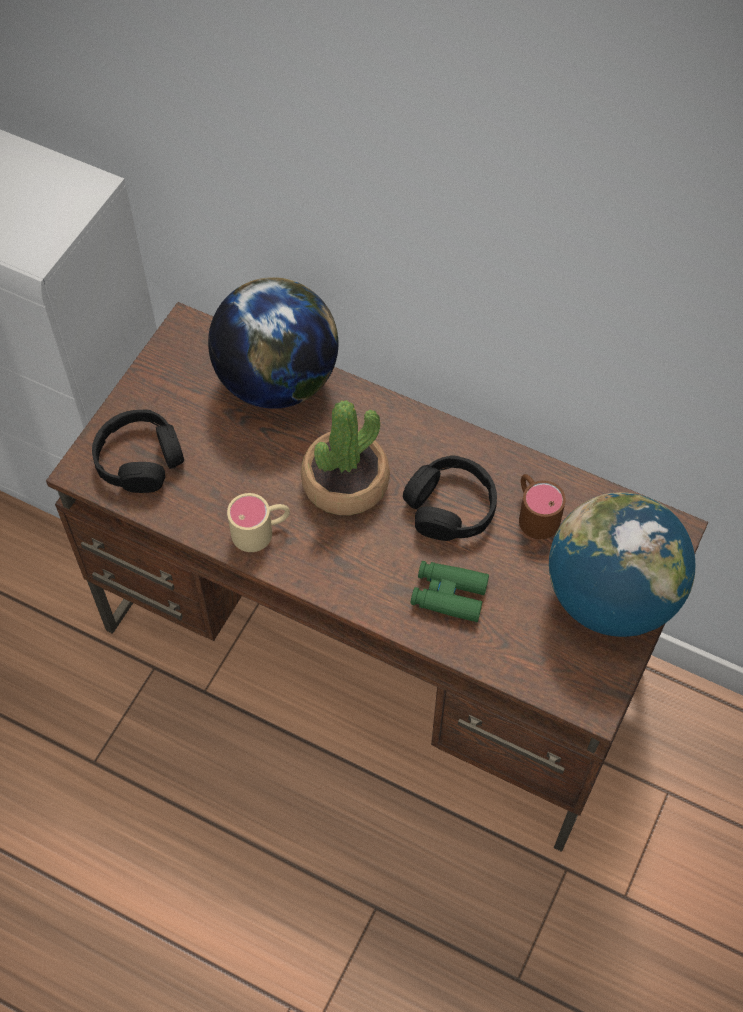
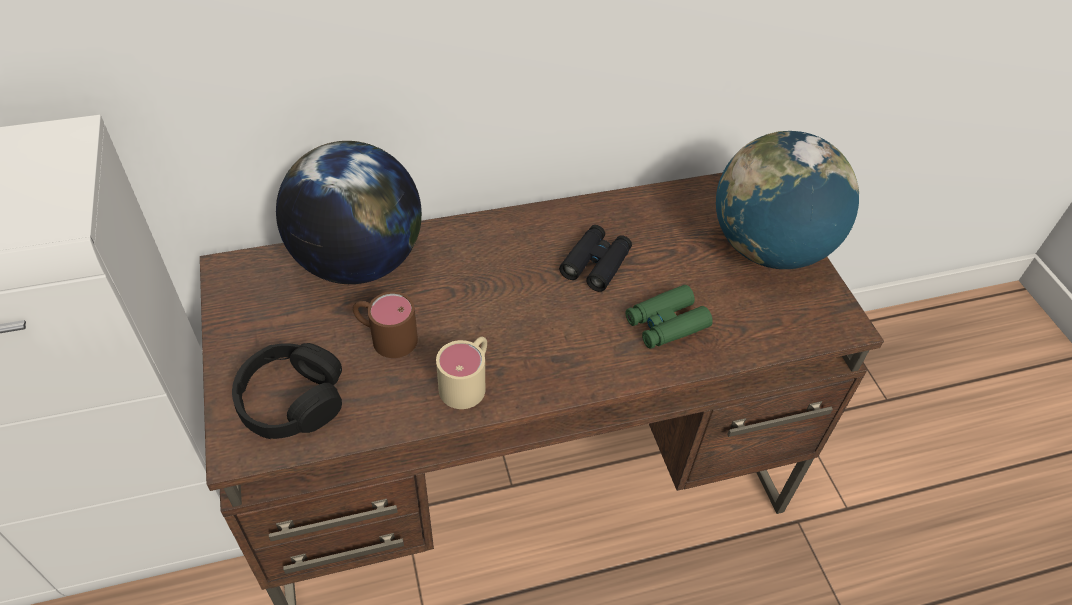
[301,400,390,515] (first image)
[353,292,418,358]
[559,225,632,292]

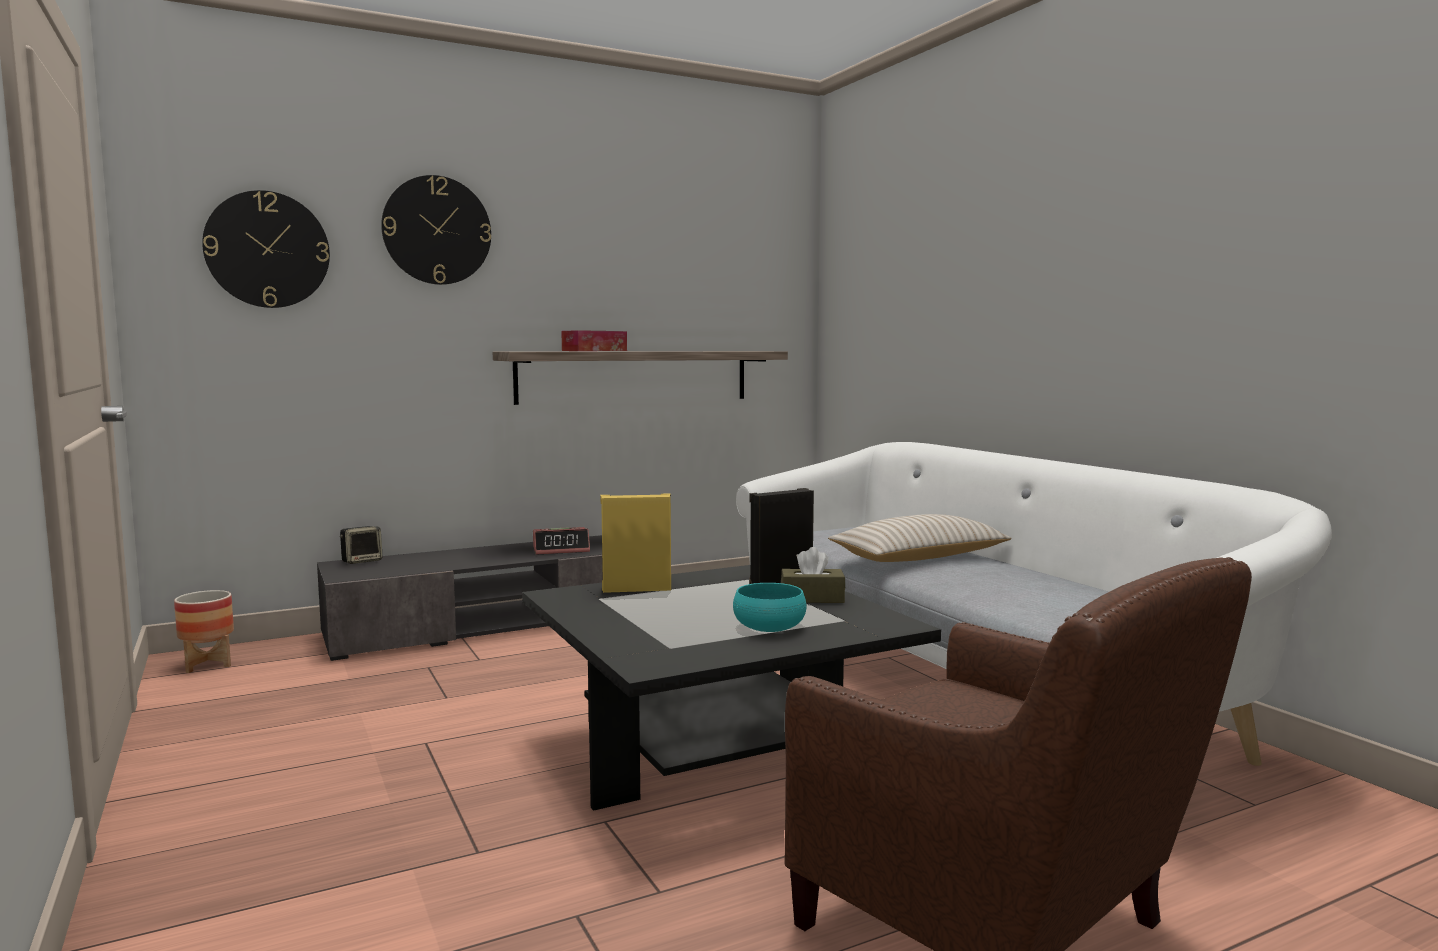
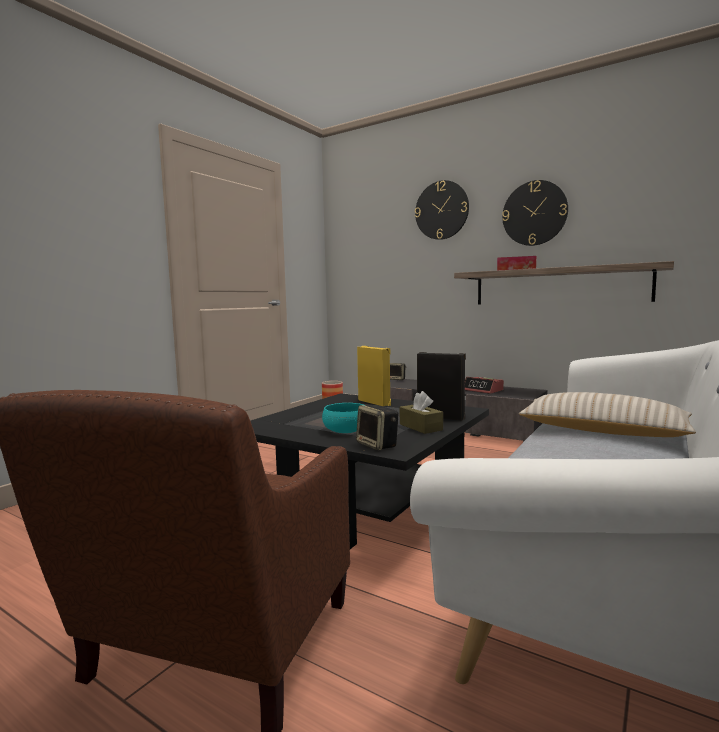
[356,405,398,450]
[502,180,568,246]

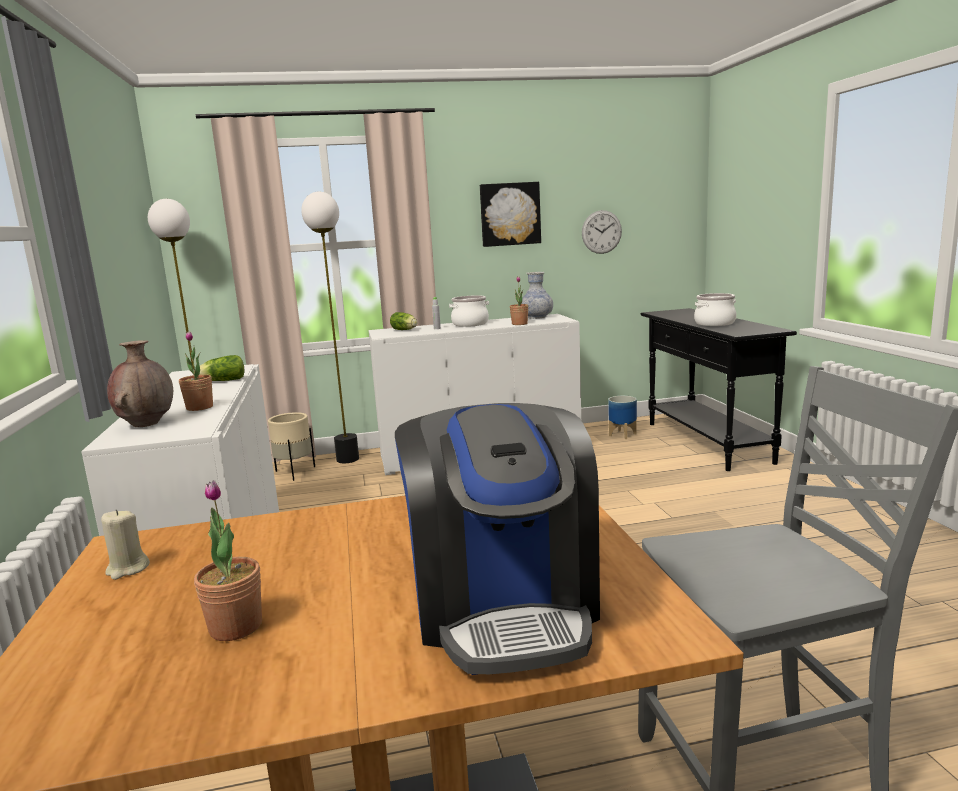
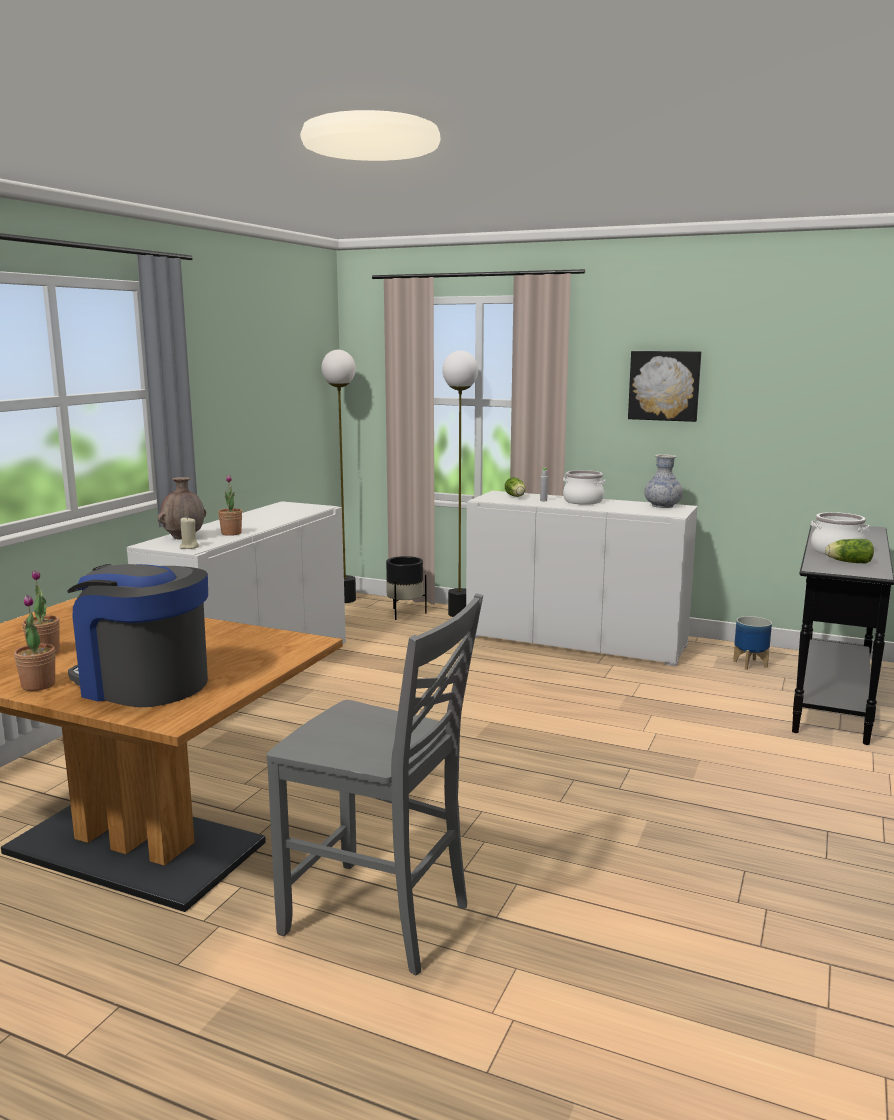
[582,210,622,254] (first image)
[180,516,199,549]
[825,539,874,564]
[14,595,55,691]
[386,556,427,620]
[67,564,208,707]

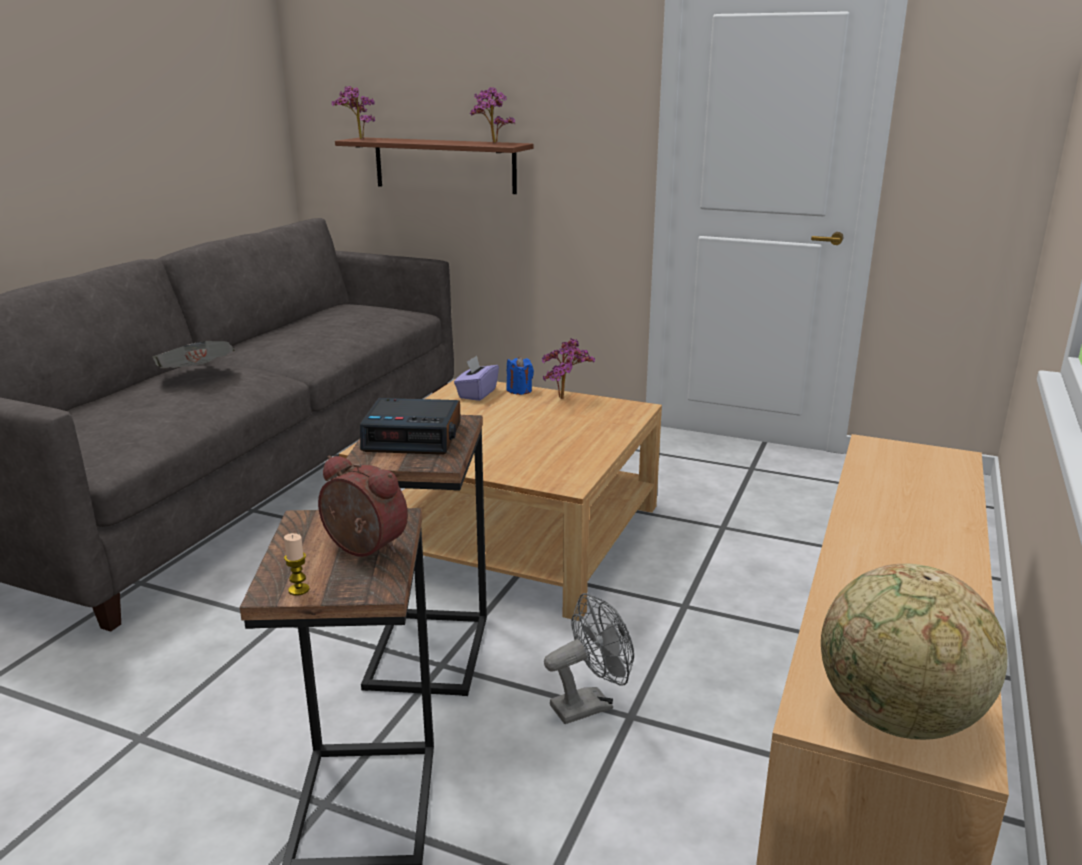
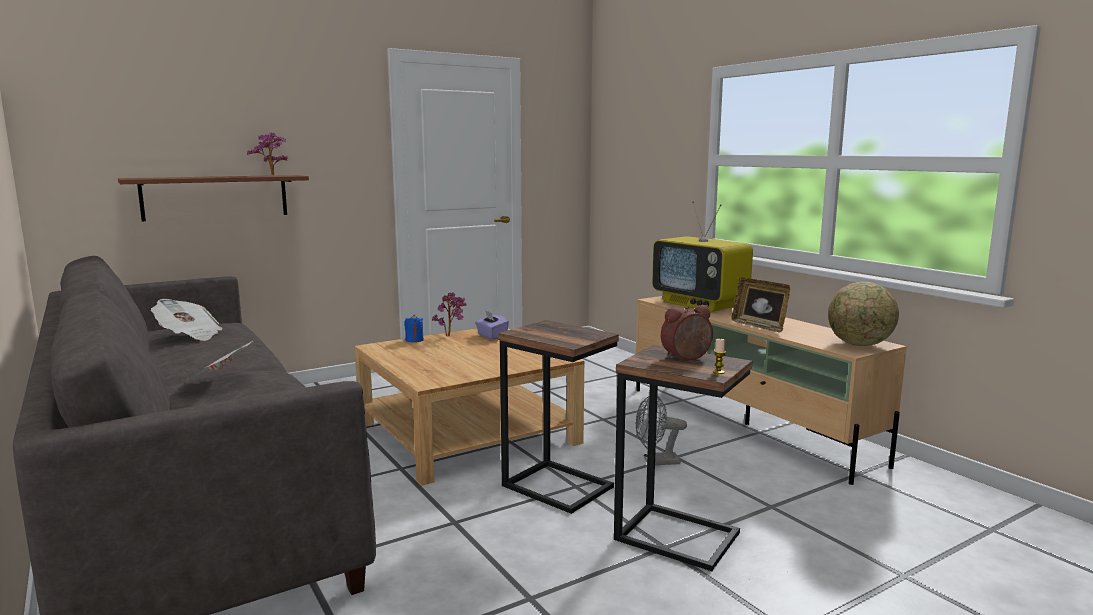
[332,86,375,139] (first image)
[360,398,461,455] (first image)
[151,299,223,341]
[652,201,753,312]
[731,277,790,332]
[475,310,509,340]
[636,395,687,465]

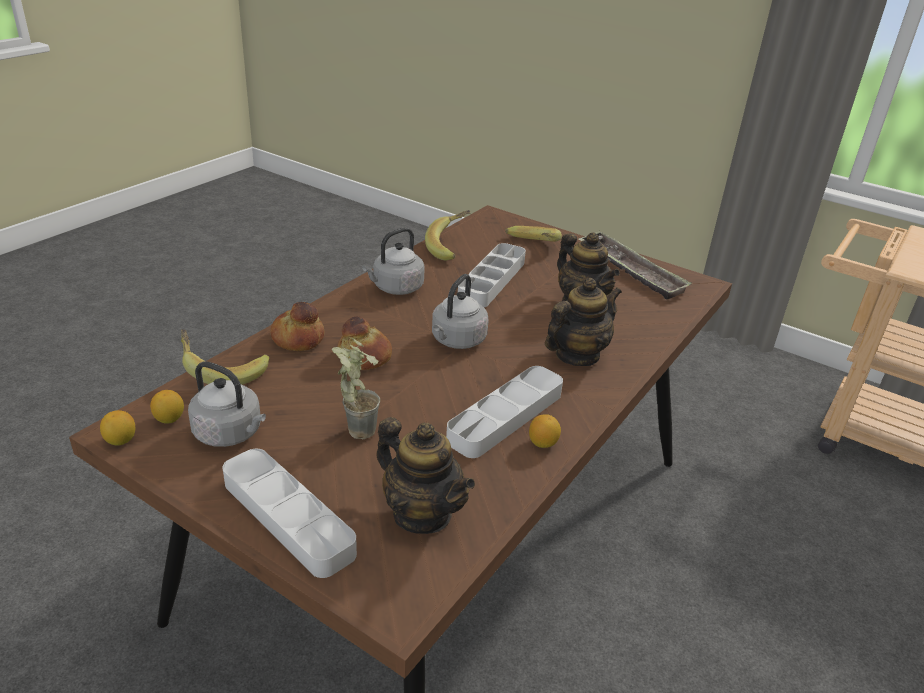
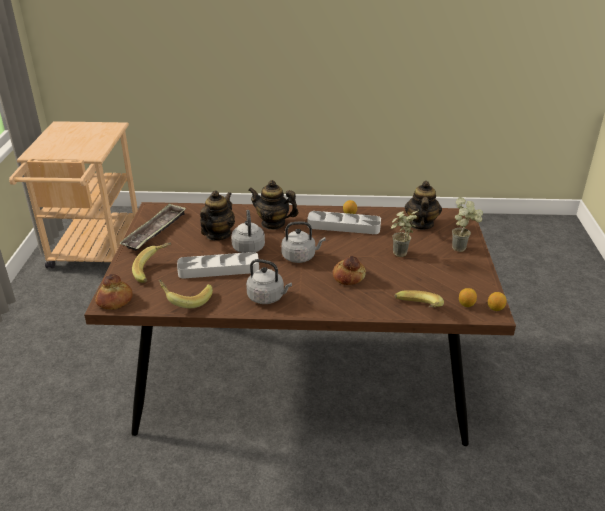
[231,210,265,253]
[95,274,133,310]
[452,197,483,252]

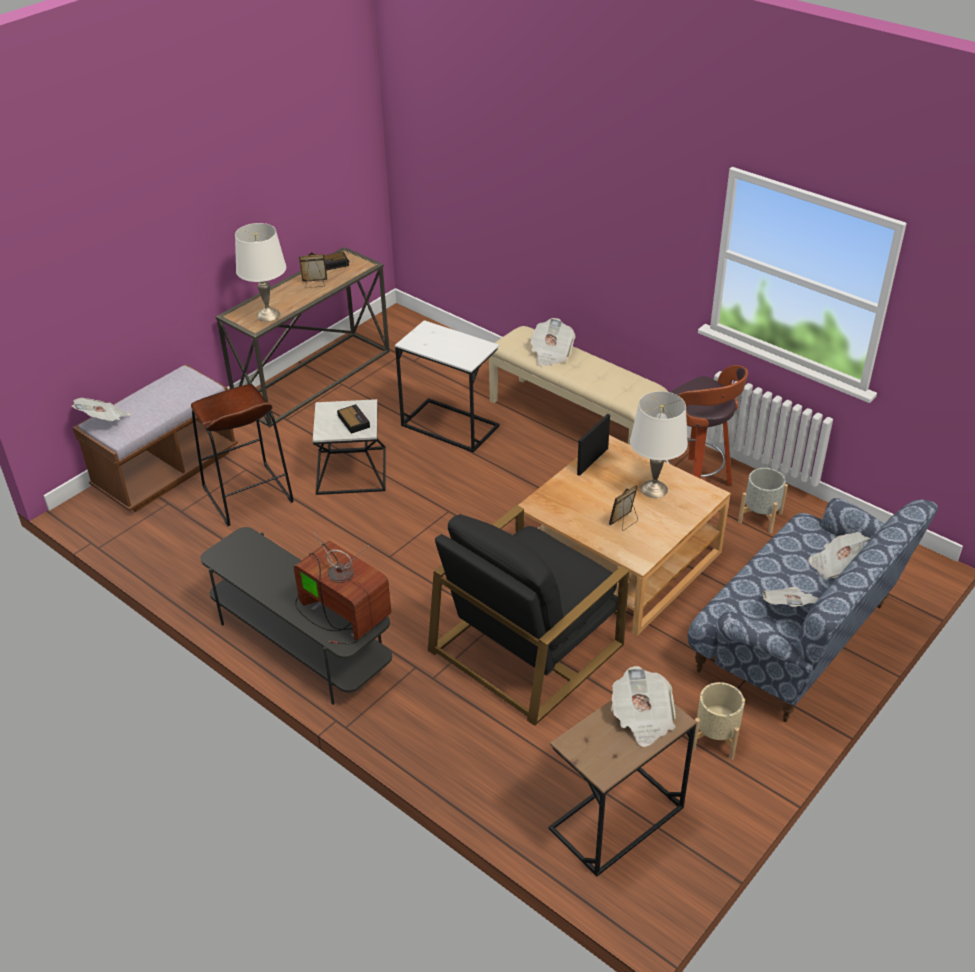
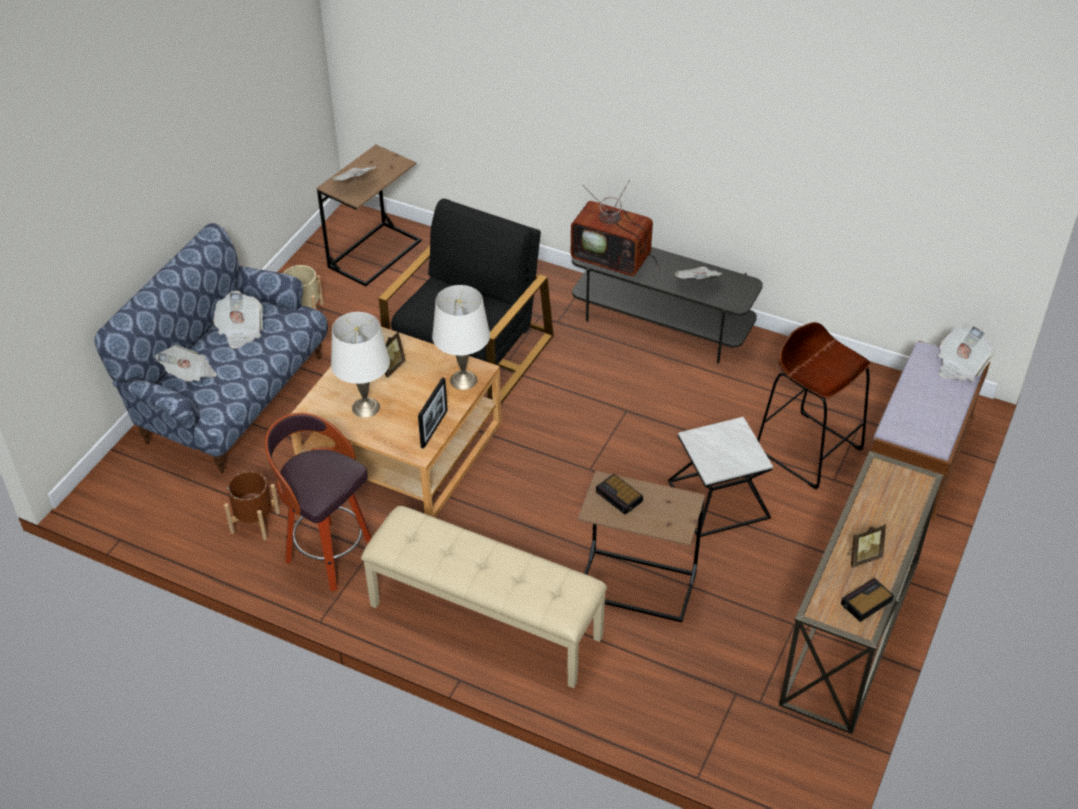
[432,285,490,390]
[596,474,643,515]
[675,267,722,279]
[578,470,705,622]
[224,471,280,540]

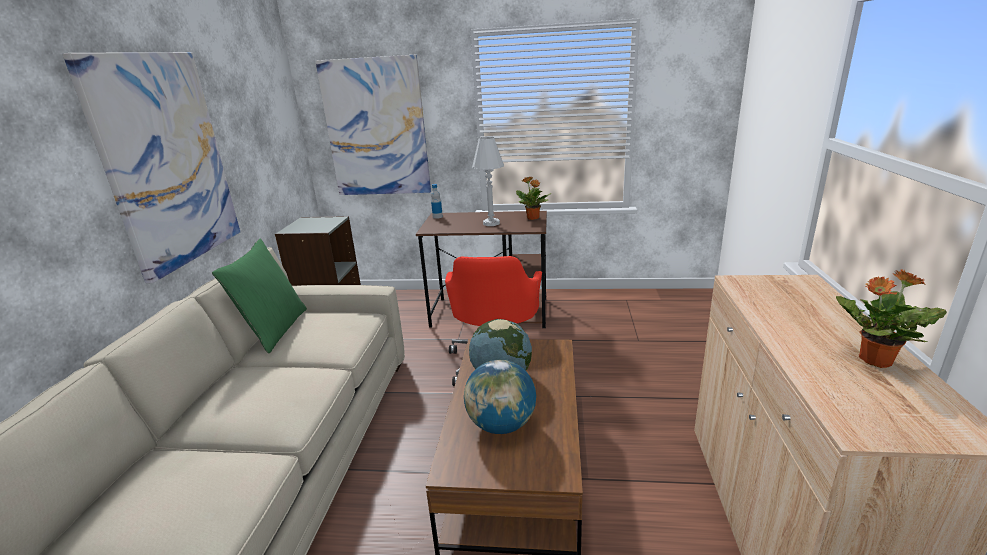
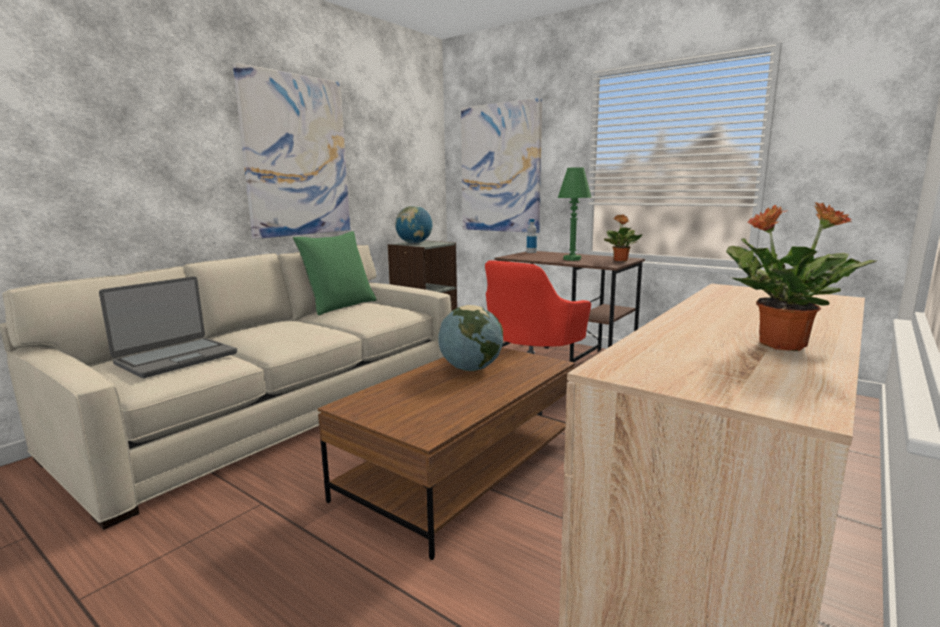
[99,276,237,378]
[395,206,433,243]
[558,167,591,261]

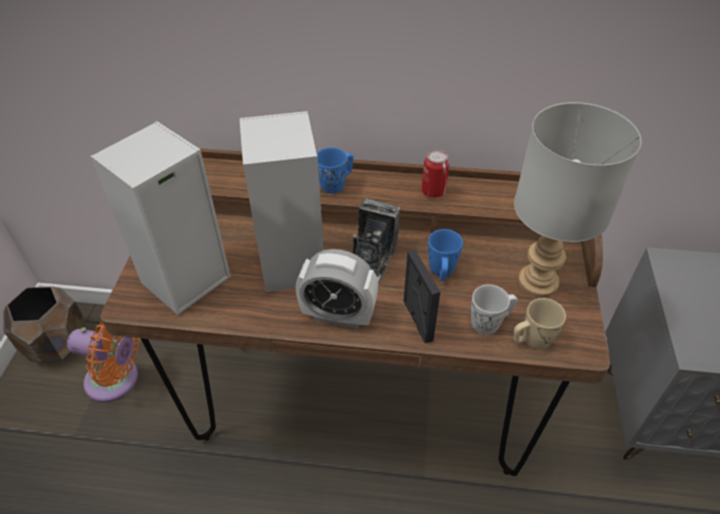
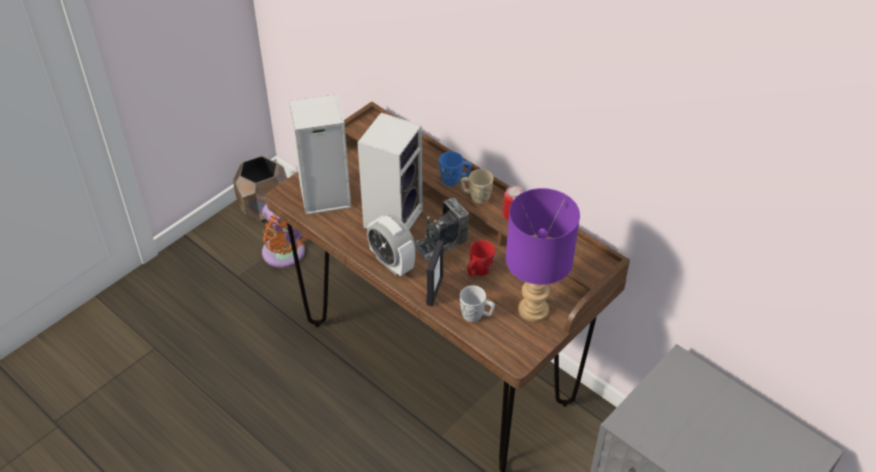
[460,169,494,204]
[467,240,495,276]
[506,188,580,322]

